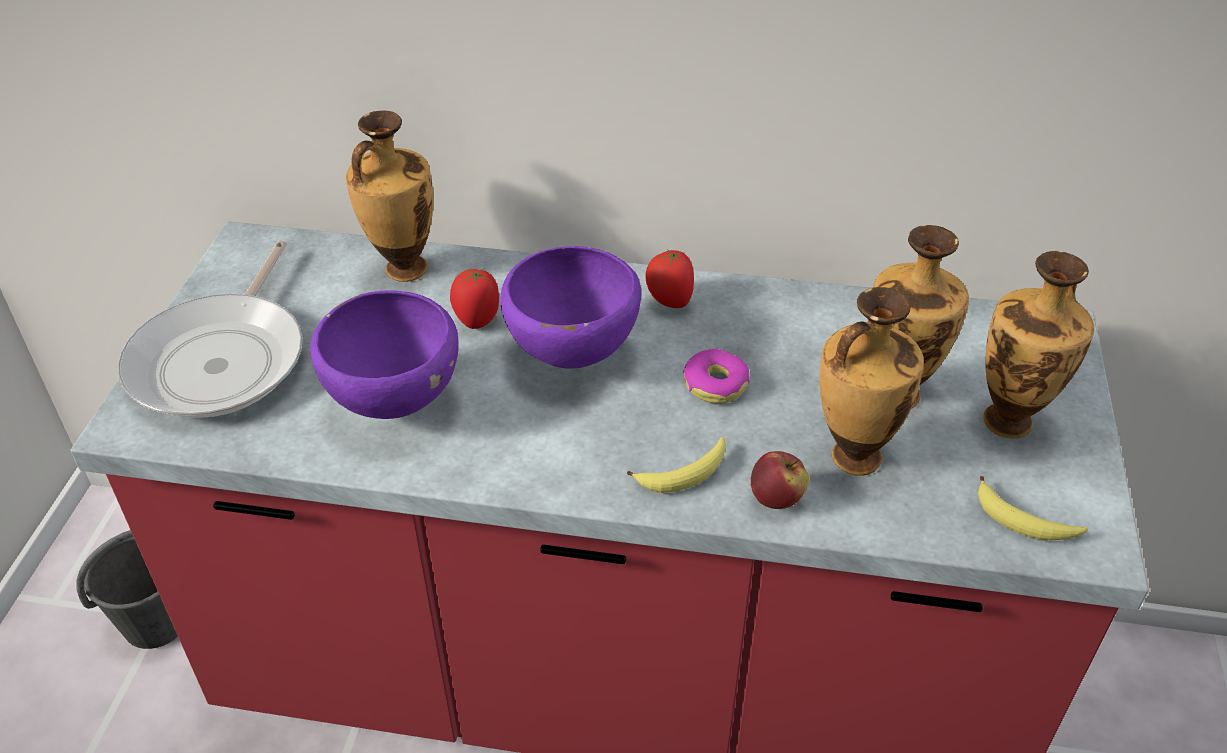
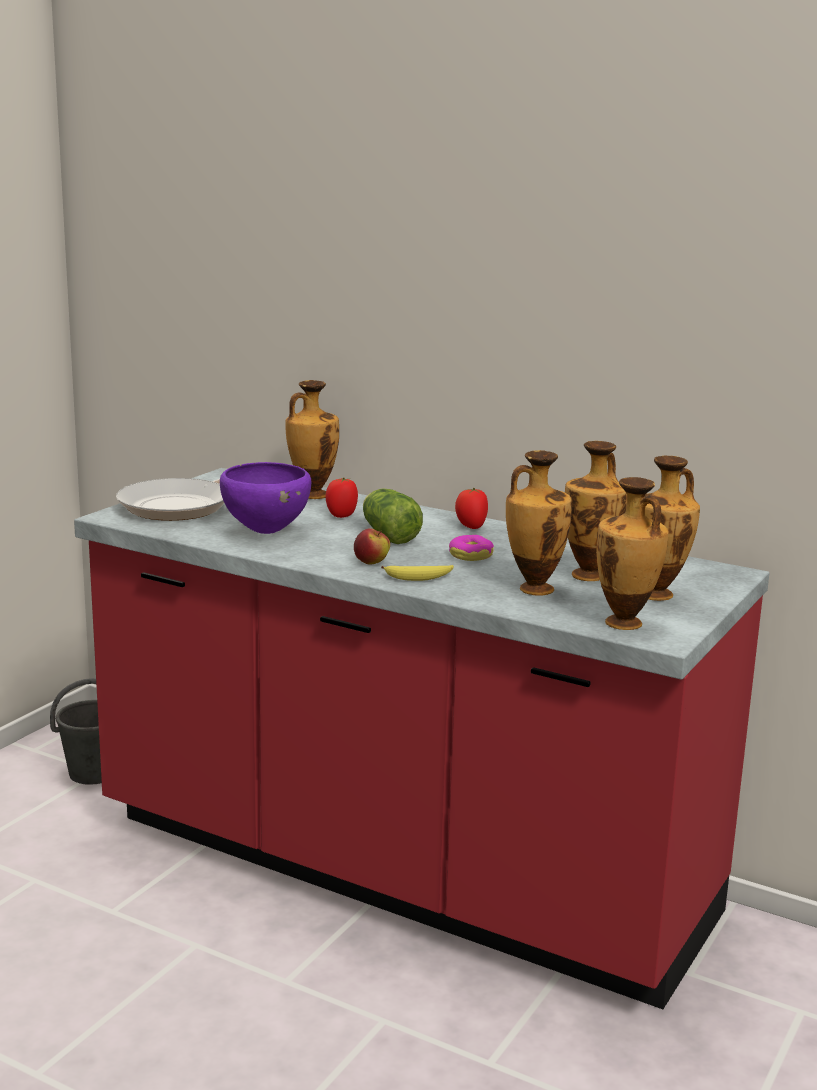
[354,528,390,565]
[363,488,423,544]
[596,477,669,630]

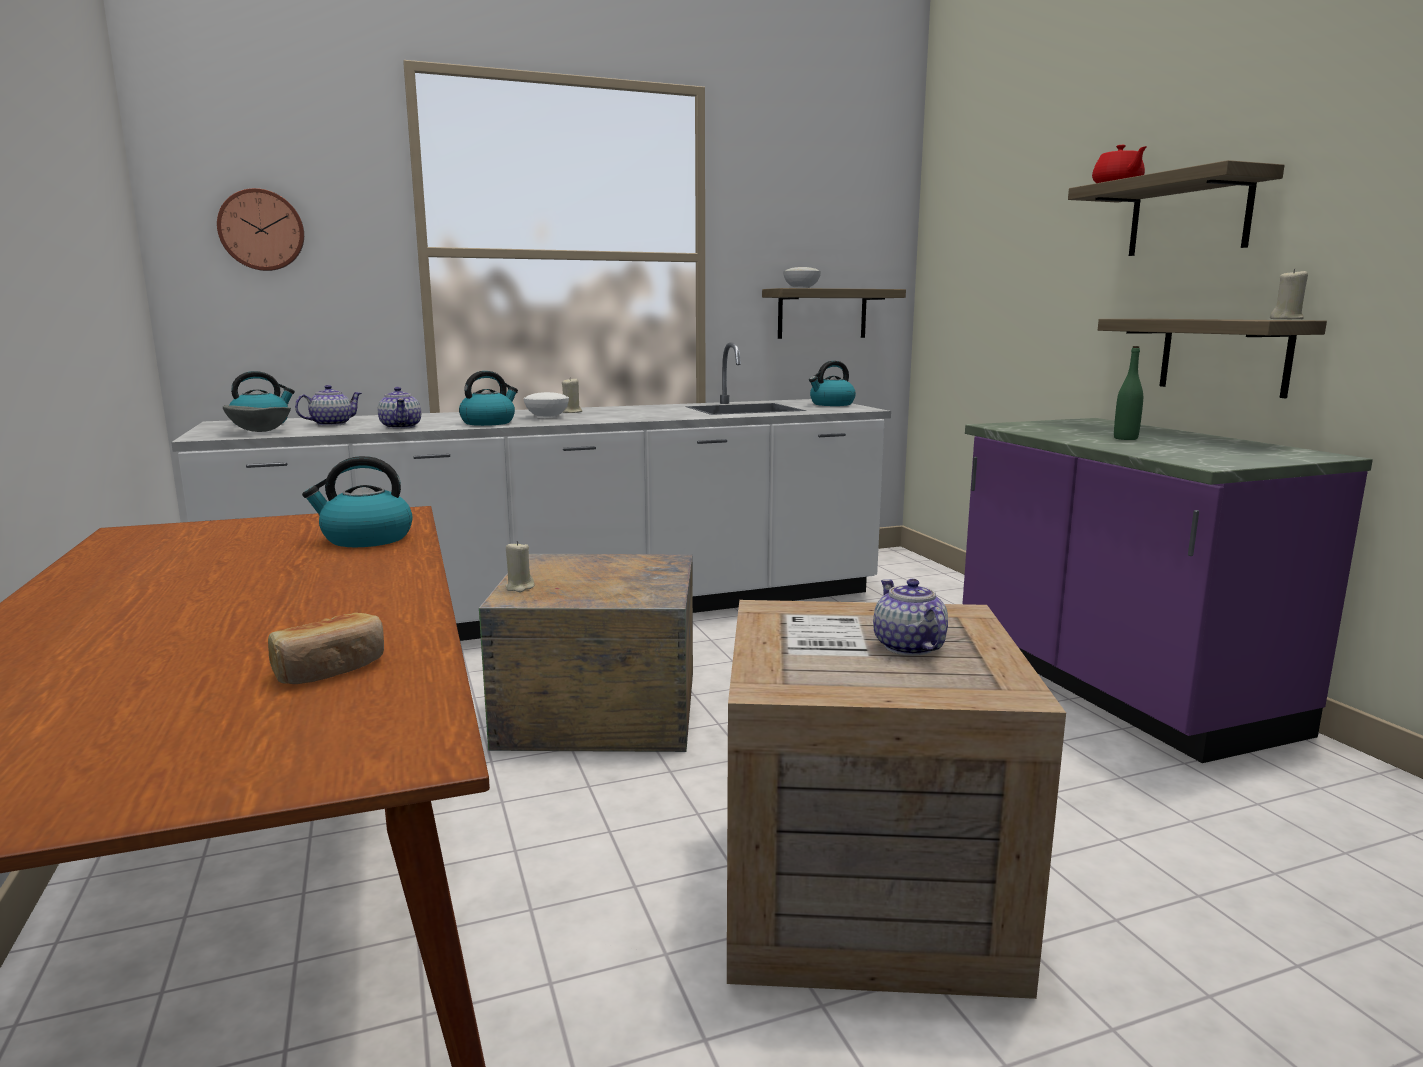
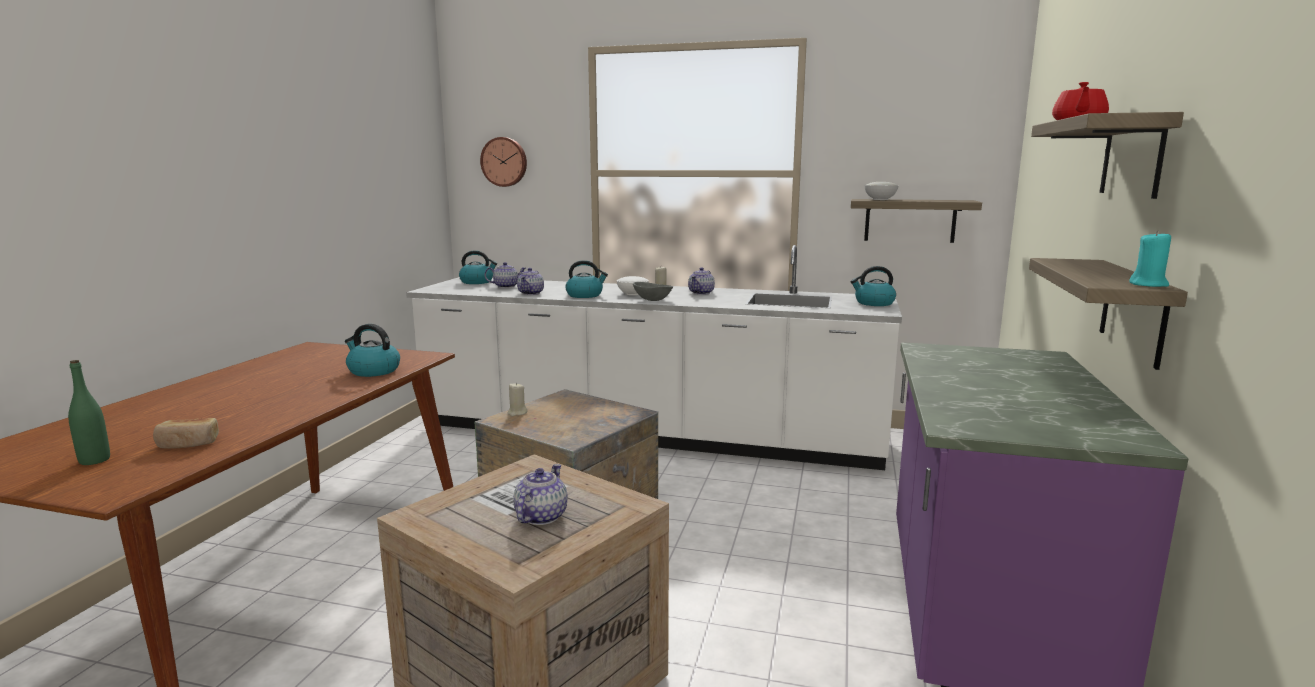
[688,267,715,295]
[633,282,673,301]
[68,360,110,465]
[1129,231,1171,287]

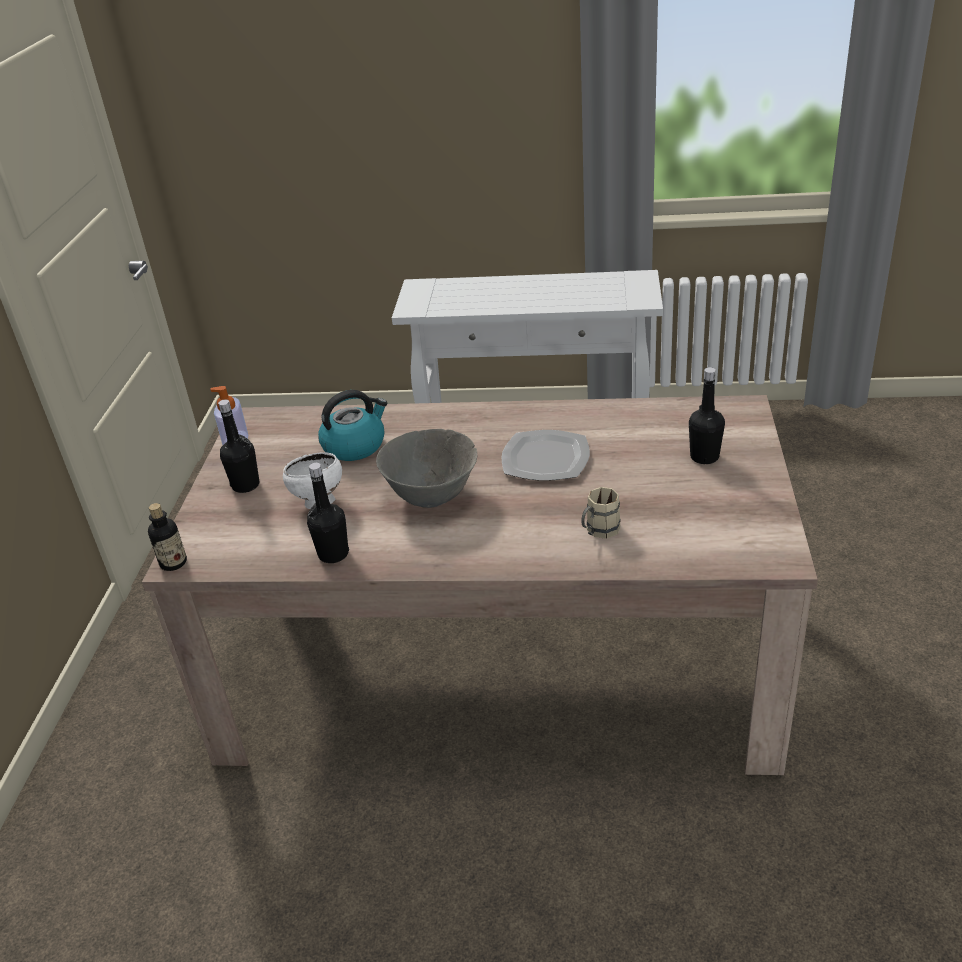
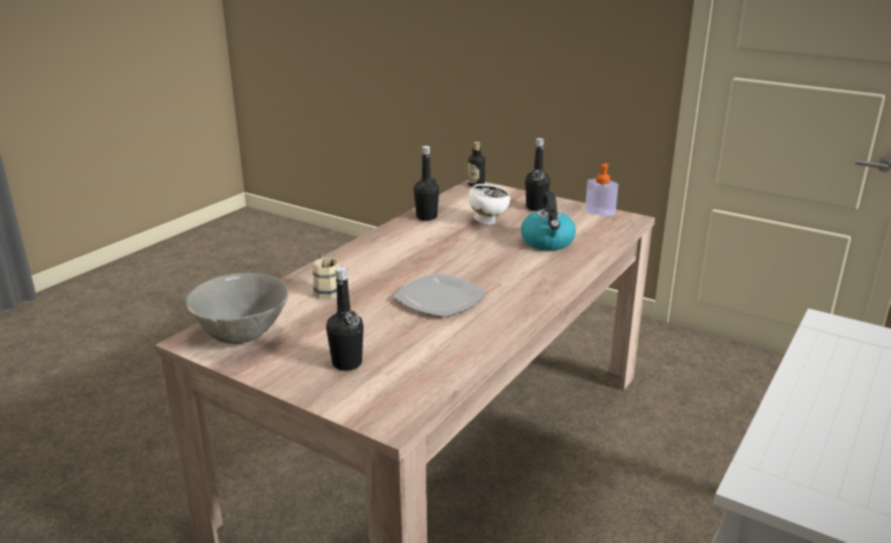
[185,272,289,344]

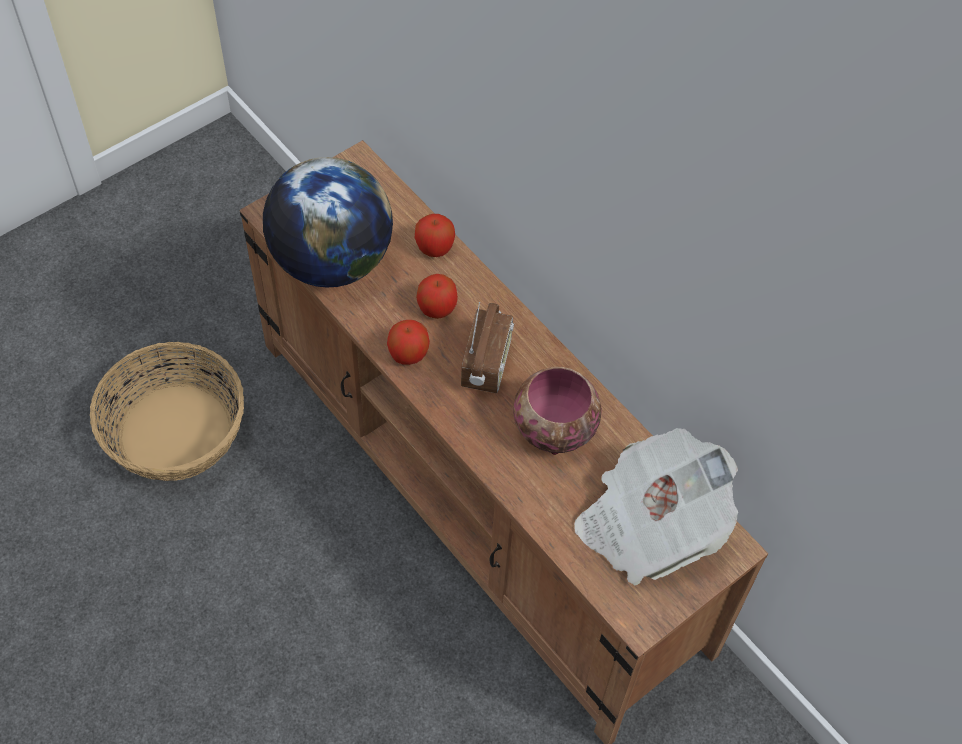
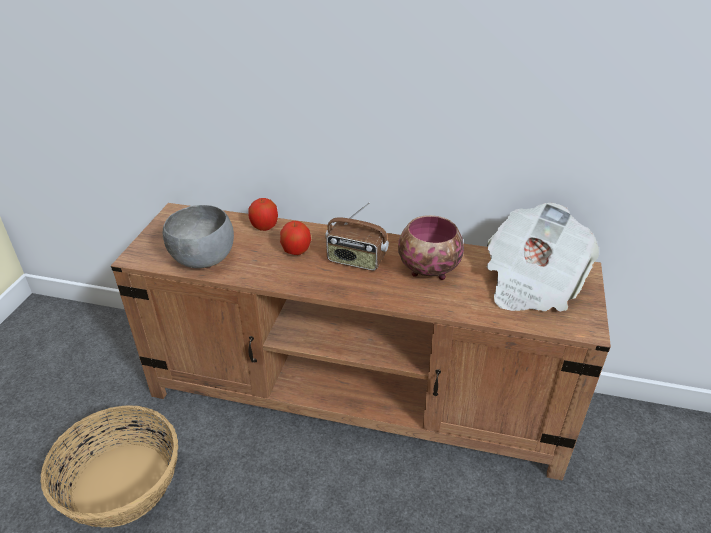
[387,320,430,365] (first image)
[163,205,234,268]
[325,203,389,271]

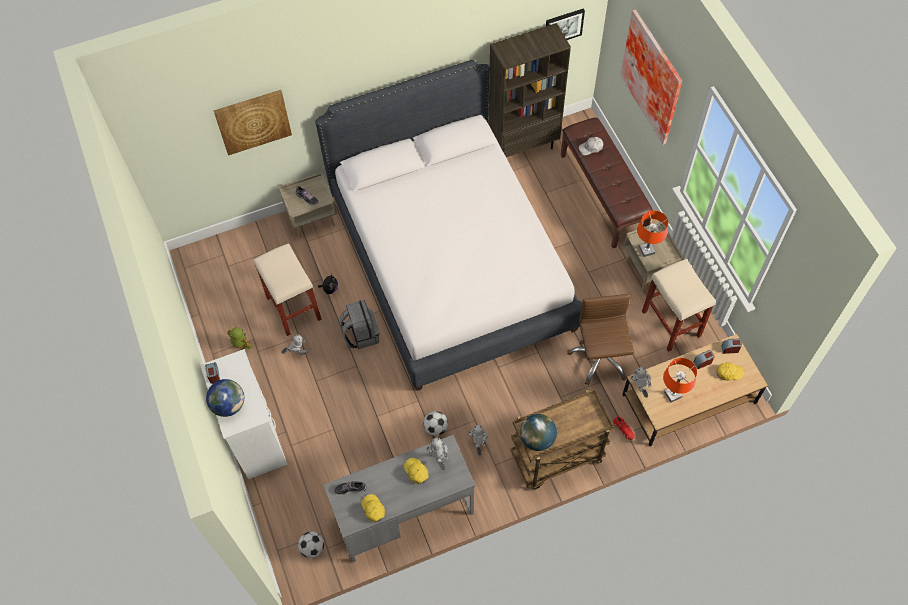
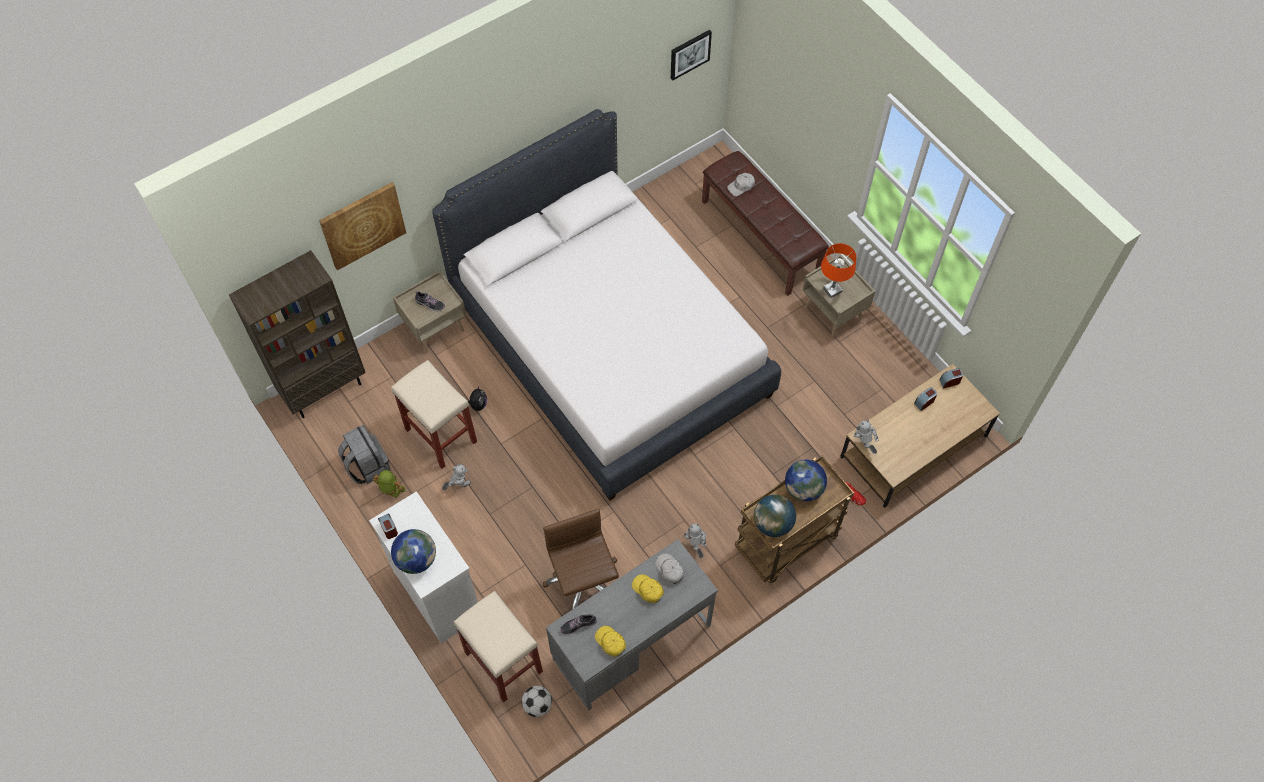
[424,411,448,436] (first image)
[620,9,682,145] (first image)
[663,358,697,402] (first image)
[717,362,744,381] (first image)
[785,460,827,501]
[338,425,391,484]
[229,250,366,418]
[543,509,619,609]
[454,591,543,702]
[655,553,684,584]

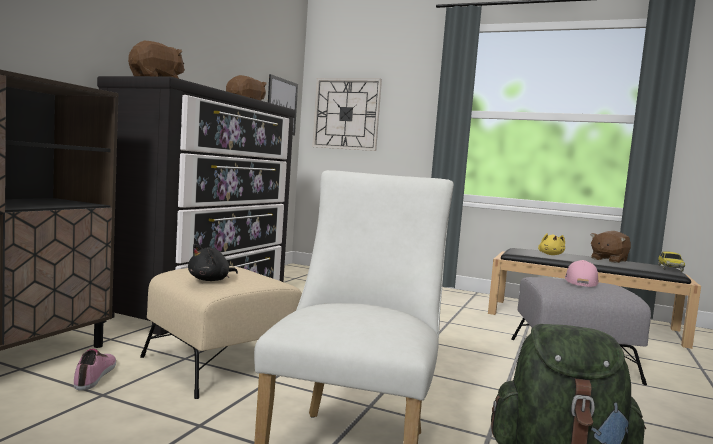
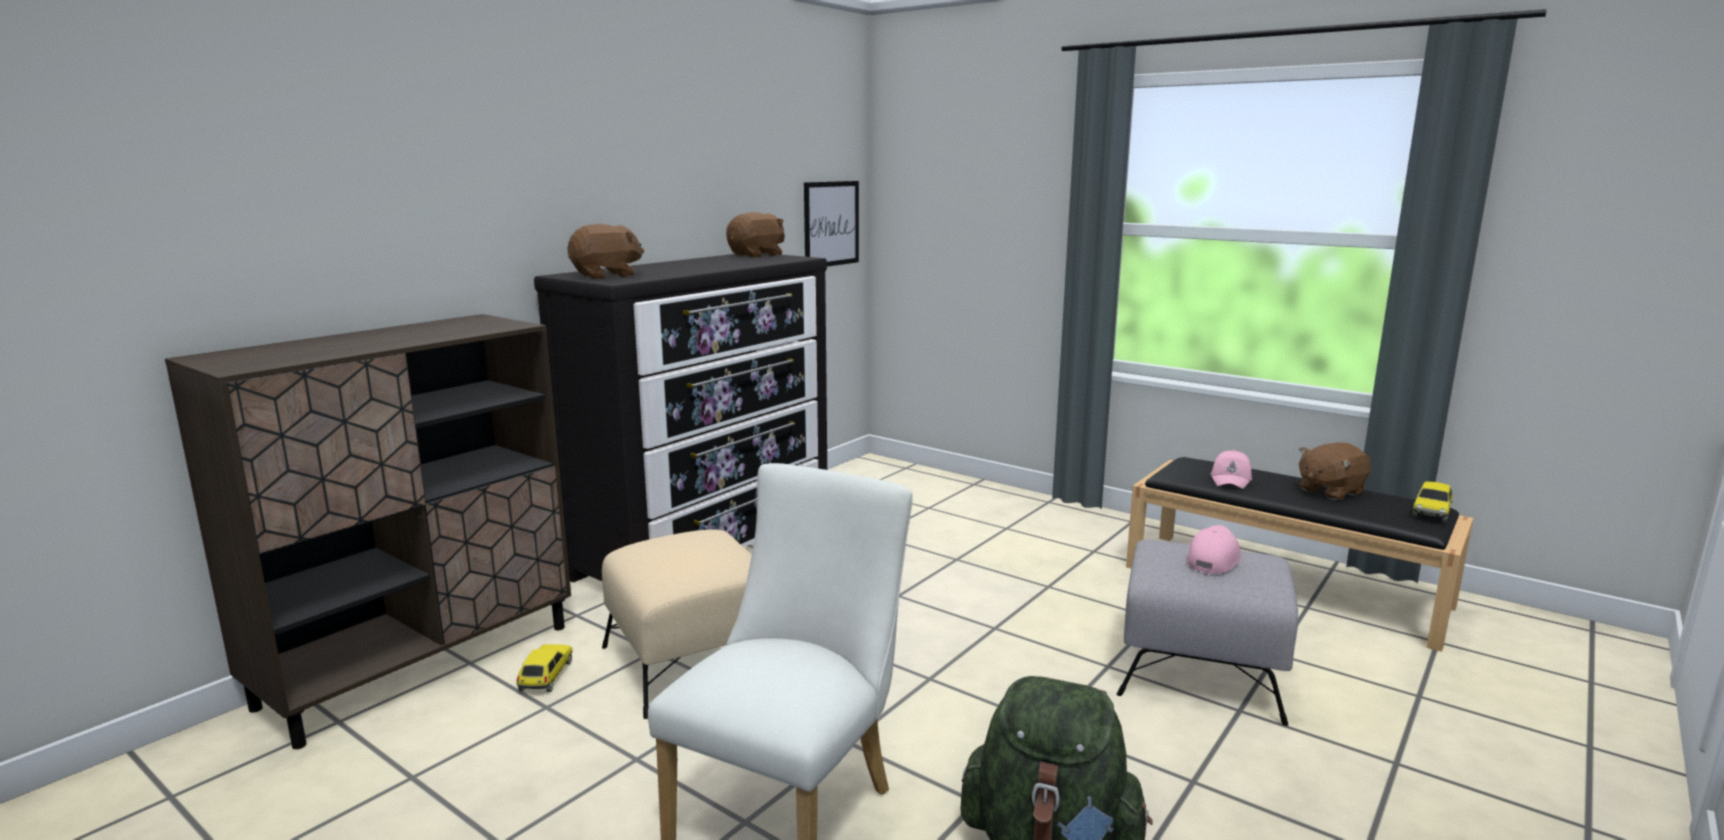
[188,244,238,281] (first image)
[312,78,382,151] (first image)
[516,644,573,692]
[1211,450,1252,489]

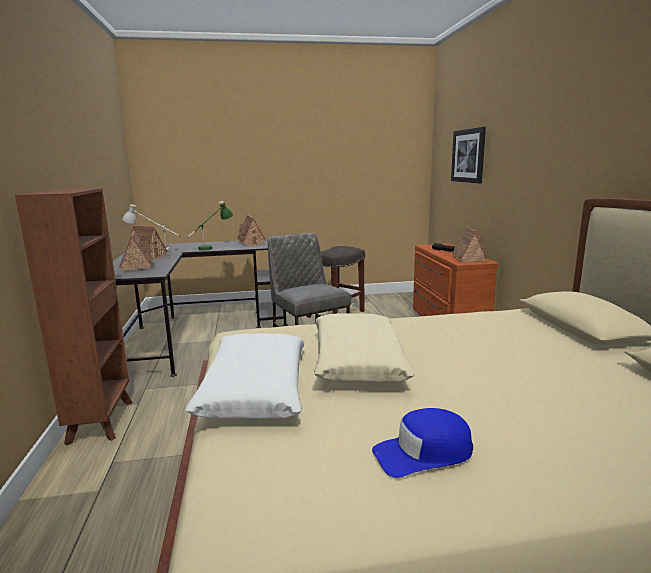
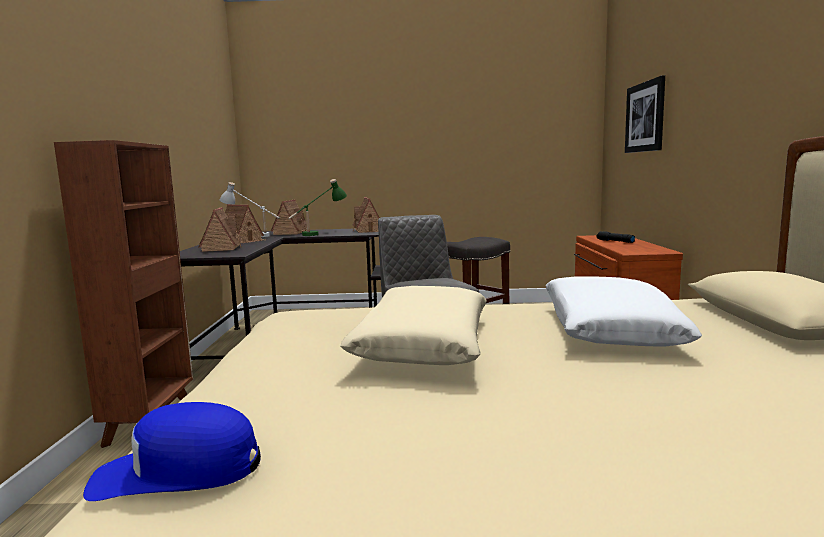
[546,276,702,347]
[83,402,261,501]
[271,199,307,235]

